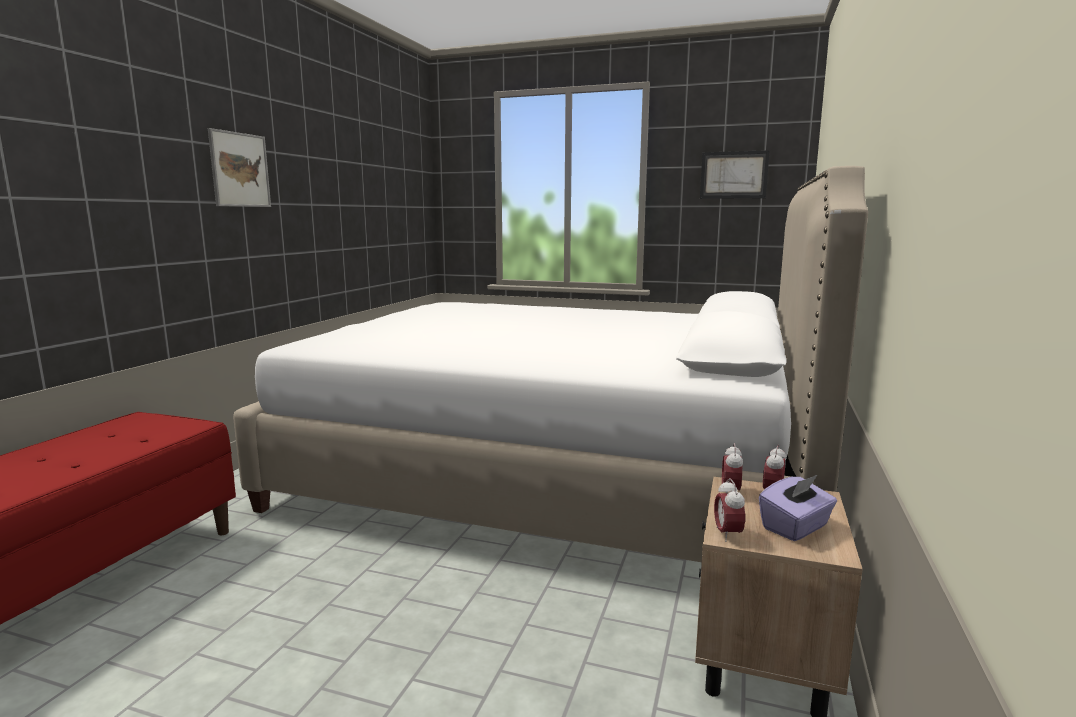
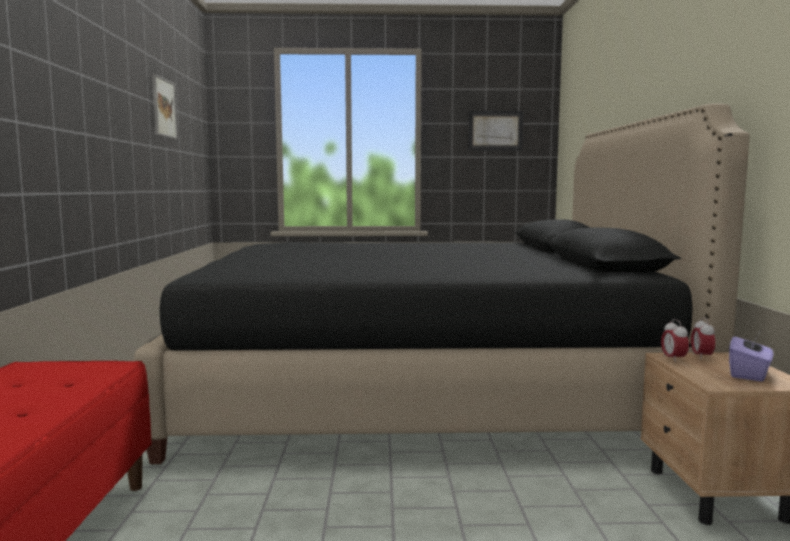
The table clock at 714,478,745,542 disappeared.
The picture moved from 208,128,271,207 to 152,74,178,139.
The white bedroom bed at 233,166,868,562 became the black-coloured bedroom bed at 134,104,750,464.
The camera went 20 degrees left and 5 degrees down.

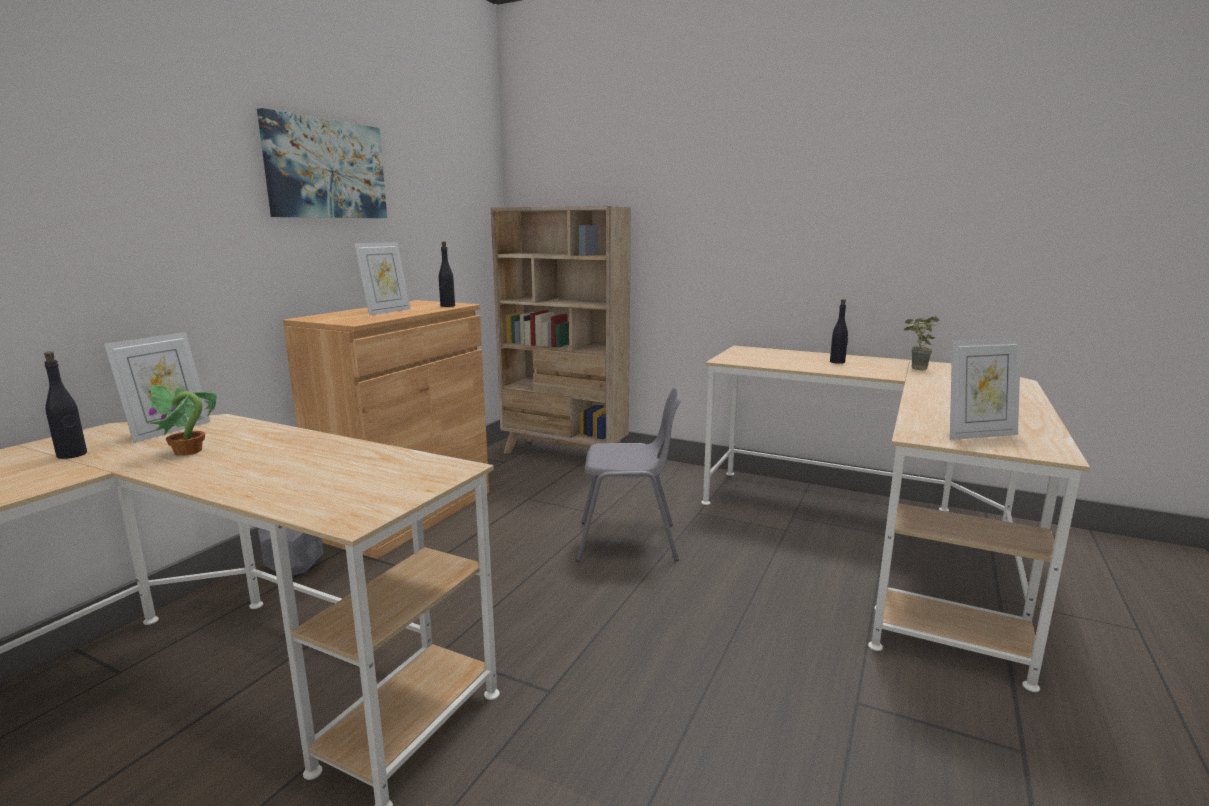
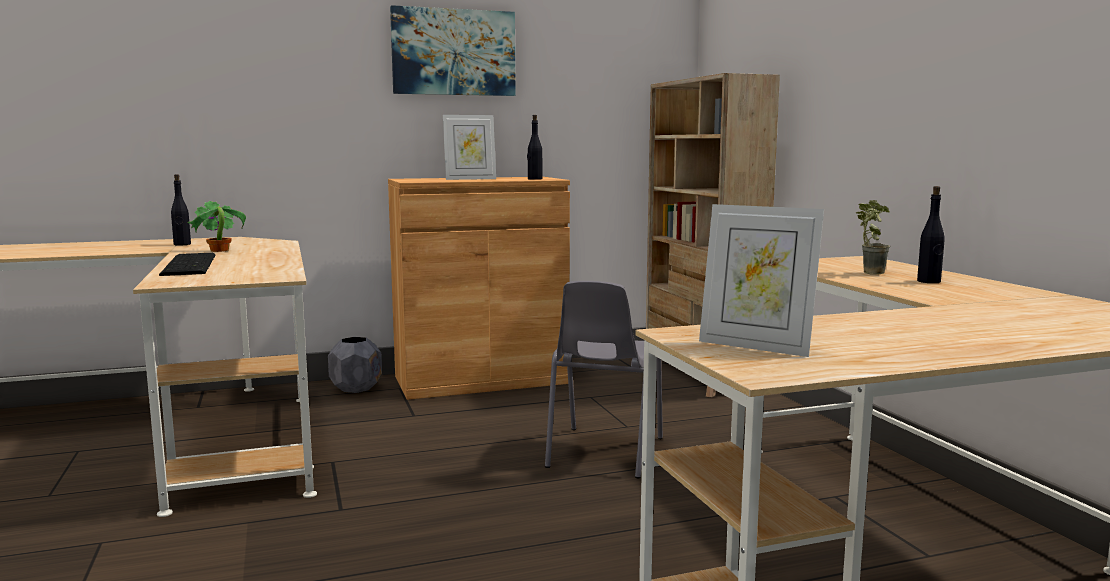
The standing frame at 104,332,210,443 disappeared.
The computer keyboard at 159,253,215,276 appeared.
The plant in a pot moved from 904,316,939,370 to 856,200,890,275.
The gray upright chair at 576,387,681,562 turned 60 degrees clockwise.
The camera went 45 degrees right and 5 degrees down.

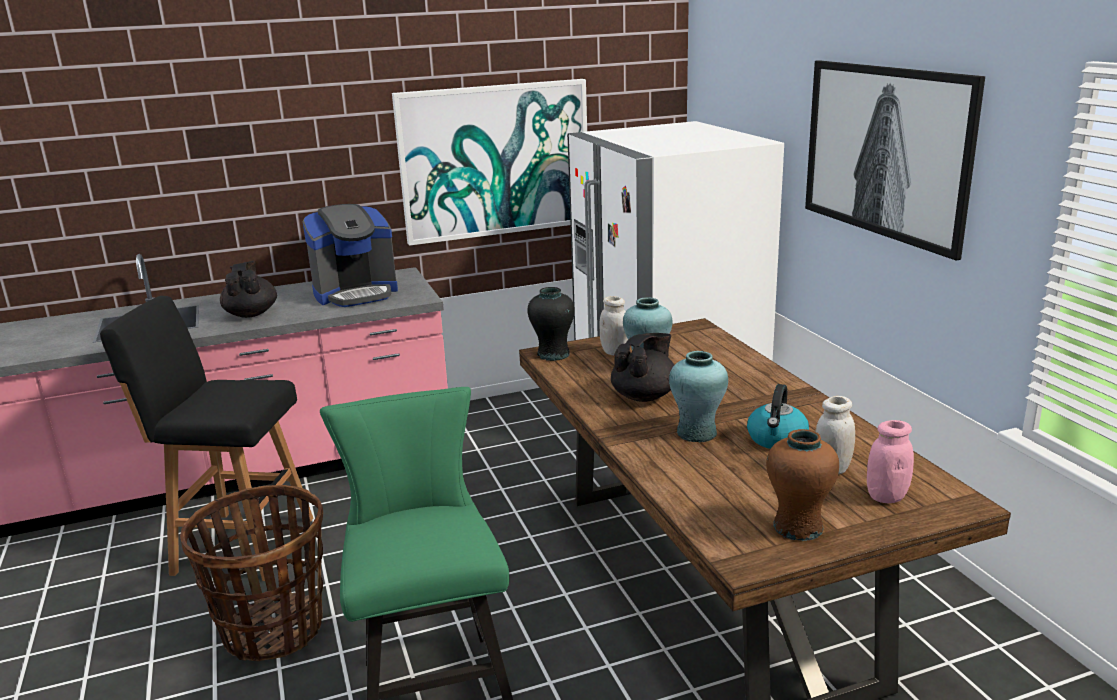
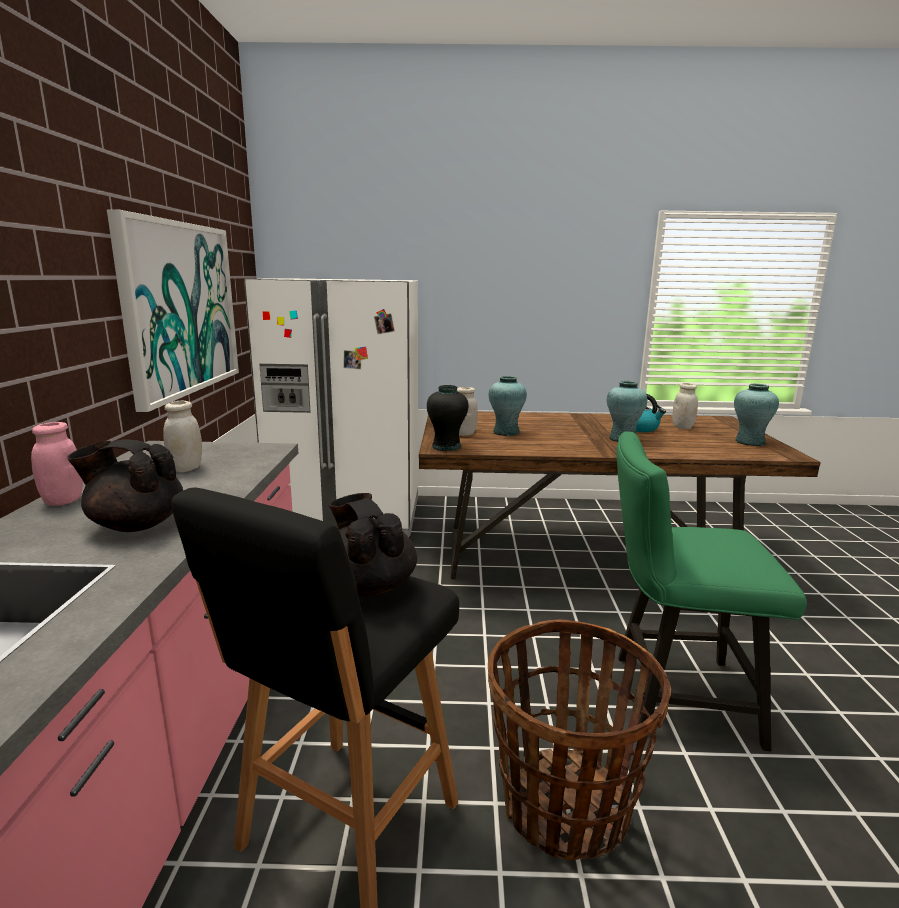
The picture at 805,60,985,261 disappeared.
The black-coloured pot for tea moved from 611,333,674,402 to 329,493,417,597.
The pinkish storage jar moved from 867,420,914,503 to 31,422,83,506.
The coffee maker at 302,204,398,307 was replaced by the white storage jar at 163,400,202,472.
The brown-coloured flower vase at 766,429,839,541 became the turquoise-coloured flower vase at 734,384,779,446.
The camera went 70 degrees left and 5 degrees down.

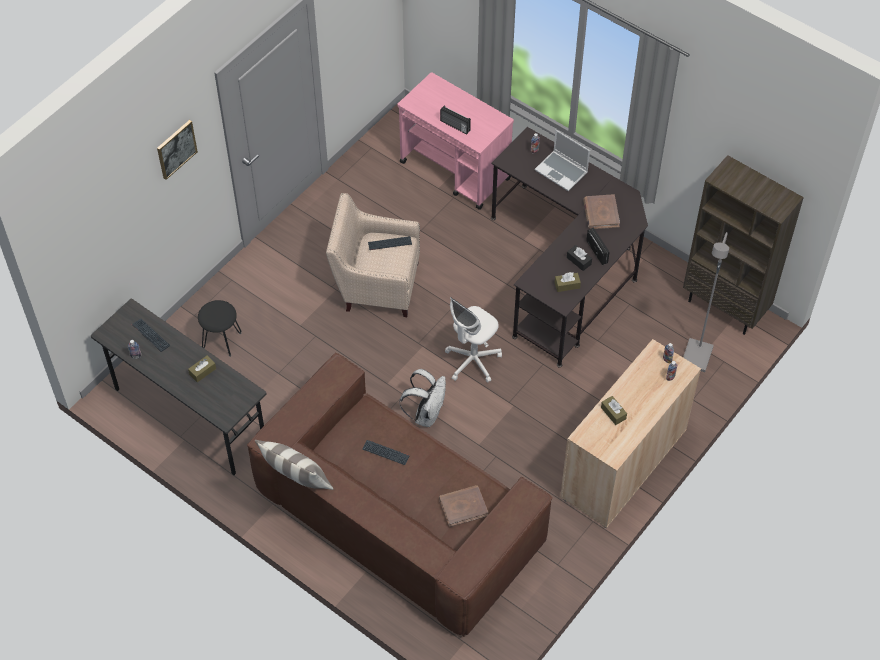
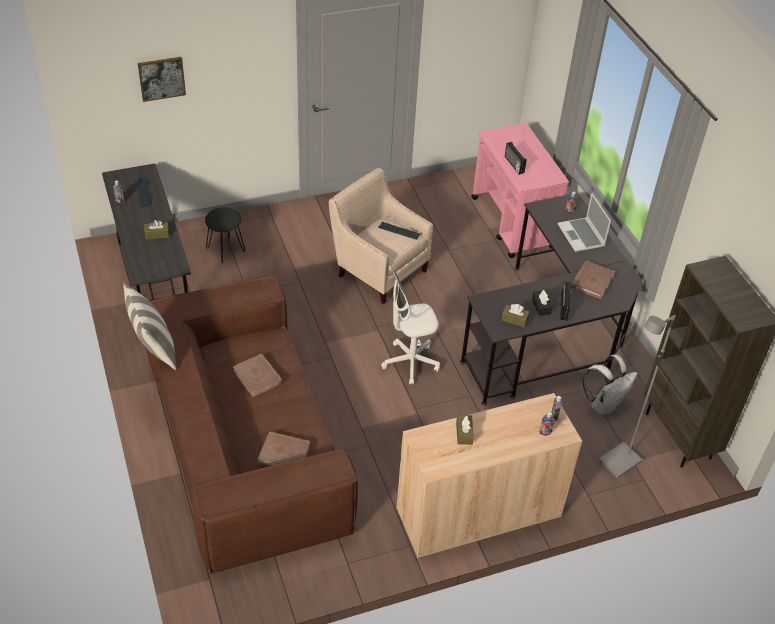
The picture moved from 157,120,198,180 to 138,57,186,102.
The white backpack moved from 399,369,446,427 to 583,355,638,416.
The computer keyboard at 362,440,410,465 was replaced by the brown-coloured book at 233,354,282,397.
The camera went 30 degrees right and 10 degrees down.

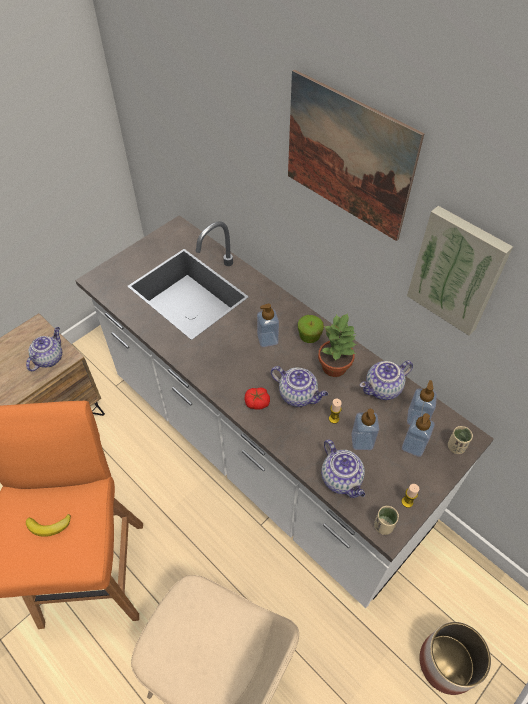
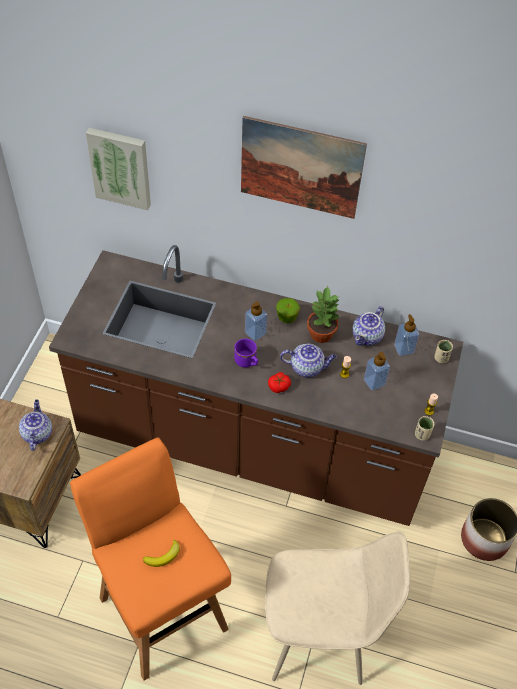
The pot for tea at 321,439,365,498 disappeared.
The soap bottle at 402,413,435,457 disappeared.
The purple coffee mug at 234,339,258,368 appeared.
The picture moved from 407,206,513,336 to 86,128,151,210.
The white counter at 75,215,494,608 became the brown-coloured counter at 49,245,463,526.
The camera went 30 degrees left and 0 degrees up.

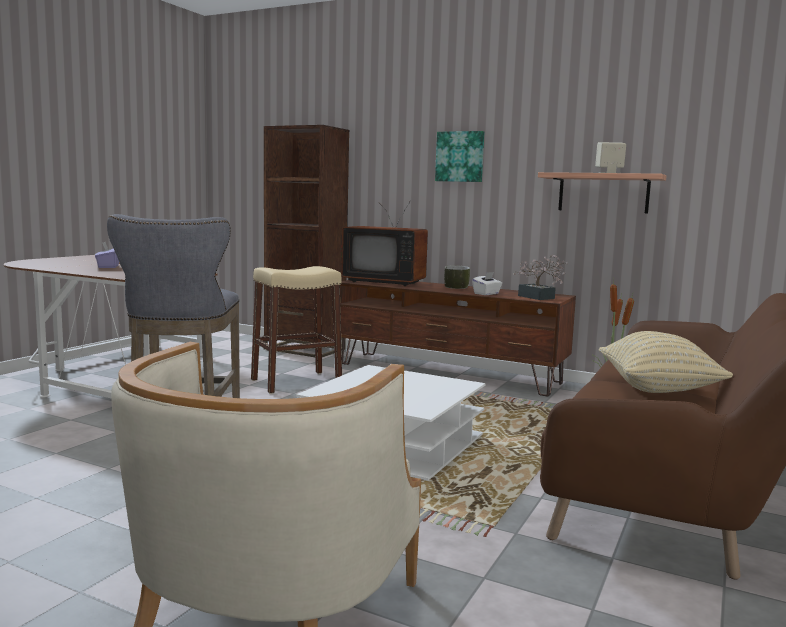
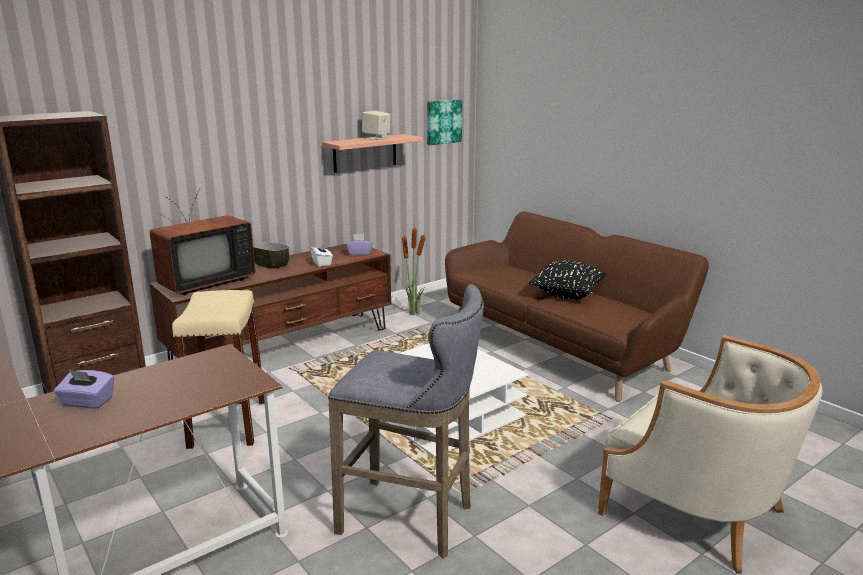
The picture moved from 435,131,484,182 to 427,100,462,145.
The plant in a pot at 513,255,568,300 was replaced by the purple tissue box at 346,234,372,256.
The sand-coloured cushion at 599,331,733,393 became the black-coloured cushion at 529,260,606,300.
The camera went 65 degrees left and 10 degrees up.

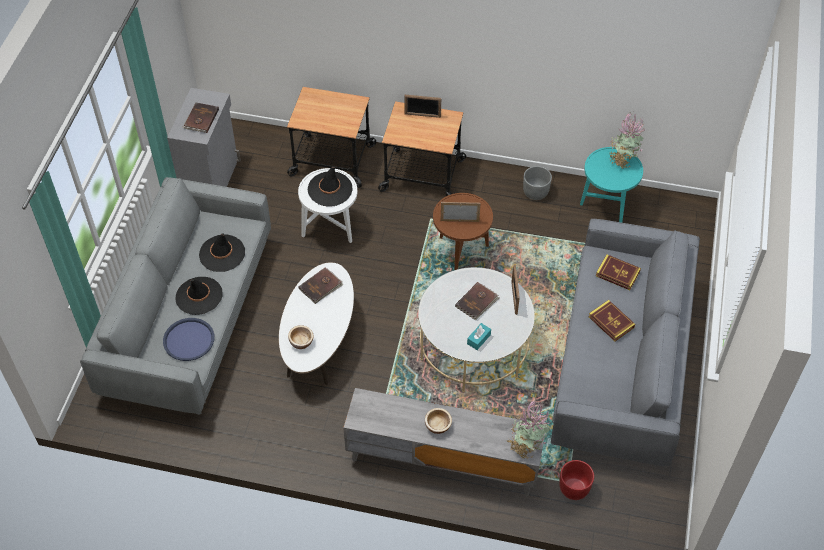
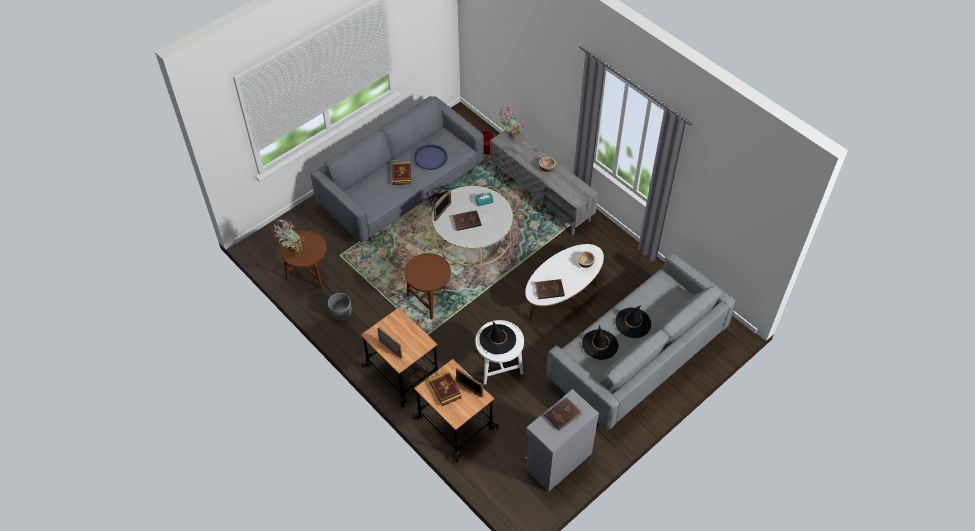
The blue-coloured serving tray moved from 163,318,215,361 to 414,145,448,170.
The standing frame moved from 441,202,480,222 to 456,368,483,398.
The book moved from 596,254,641,290 to 429,372,462,406.
The turquoise-coloured end table at 580,147,643,223 became the brown-coloured end table at 280,230,327,289.
The camera went 145 degrees left and 0 degrees up.

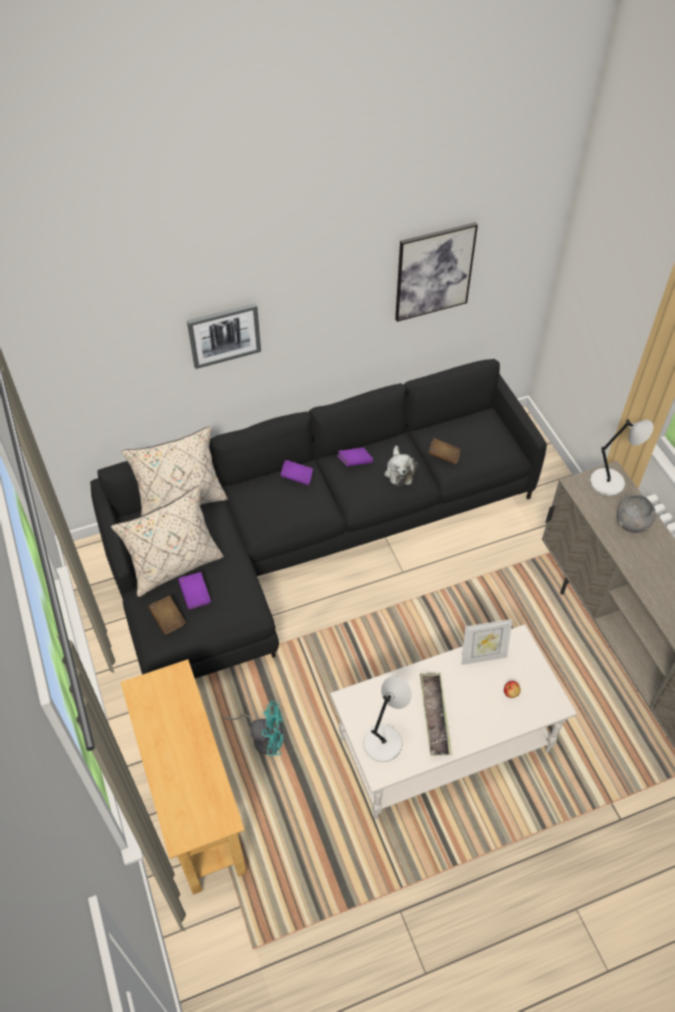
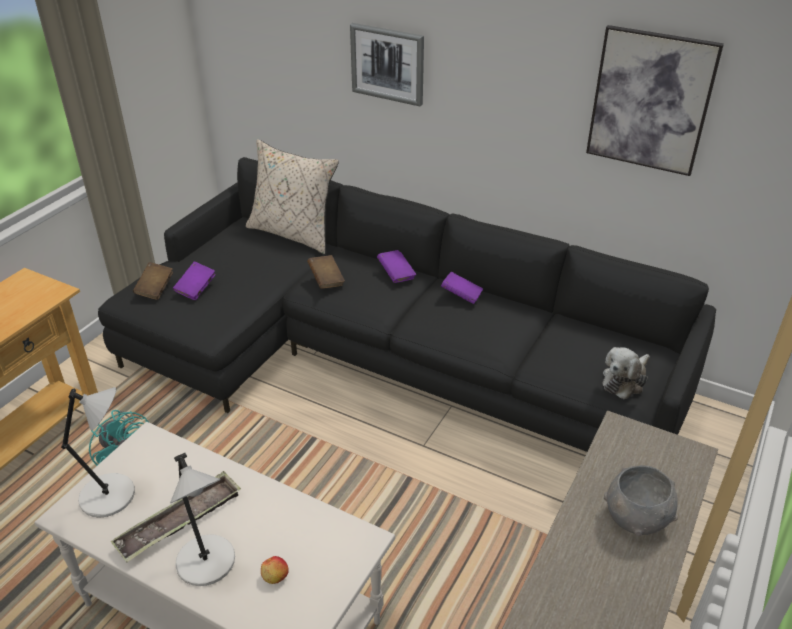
The sand-coloured cushion at 111,485,224,597 disappeared.
The standing frame at 462,619,513,665 disappeared.
The plush toy moved from 384,446,419,486 to 602,347,650,399.
The brown-coloured book moved from 429,438,460,465 to 307,255,345,289.
The gray table lamp moved from 590,419,653,496 to 170,453,235,586.
The camera went 50 degrees right and 15 degrees down.

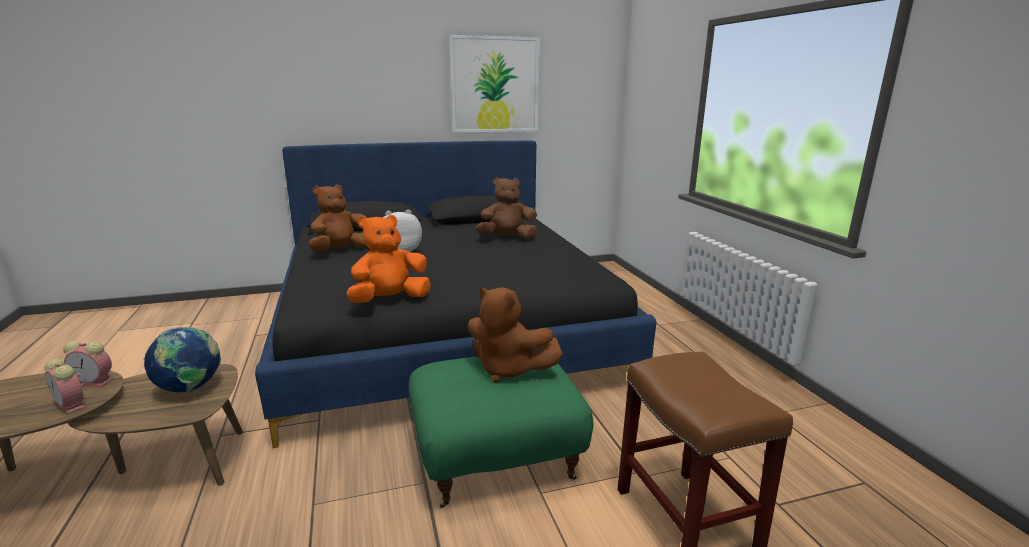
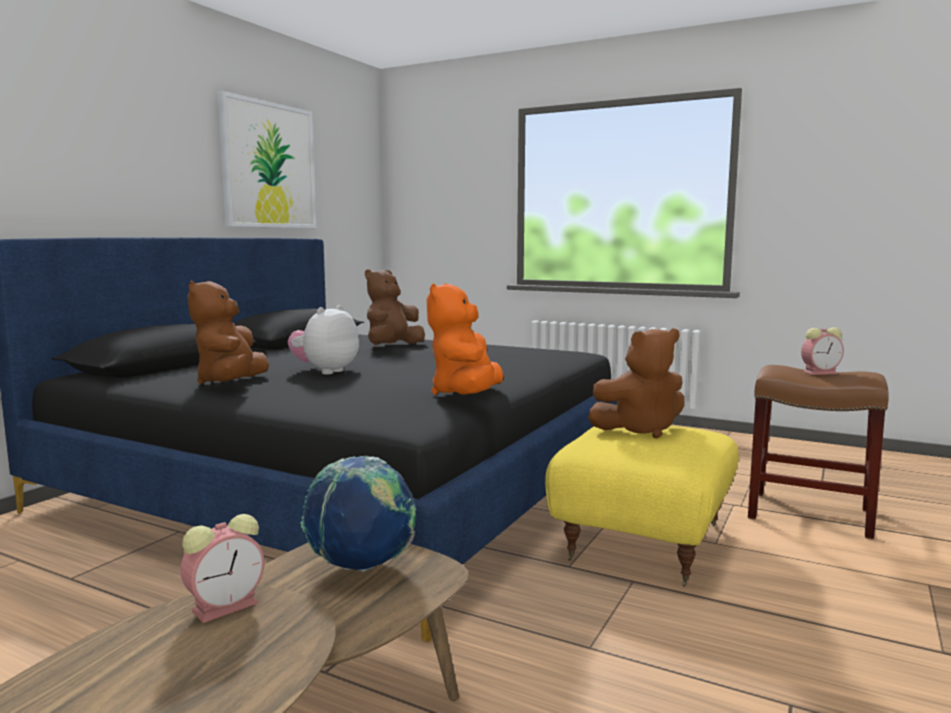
The table clock moved from 44,359,86,414 to 801,327,844,375.
The green-coloured footrest at 409,356,593,508 became the yellow footrest at 545,425,739,587.
The camera went 45 degrees left and 10 degrees down.

